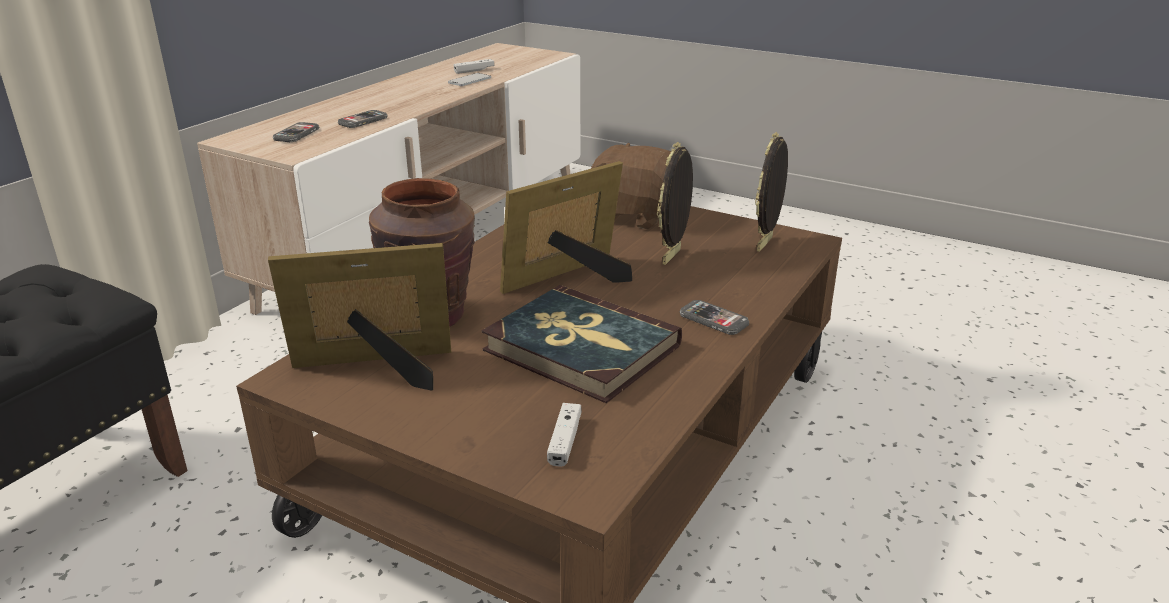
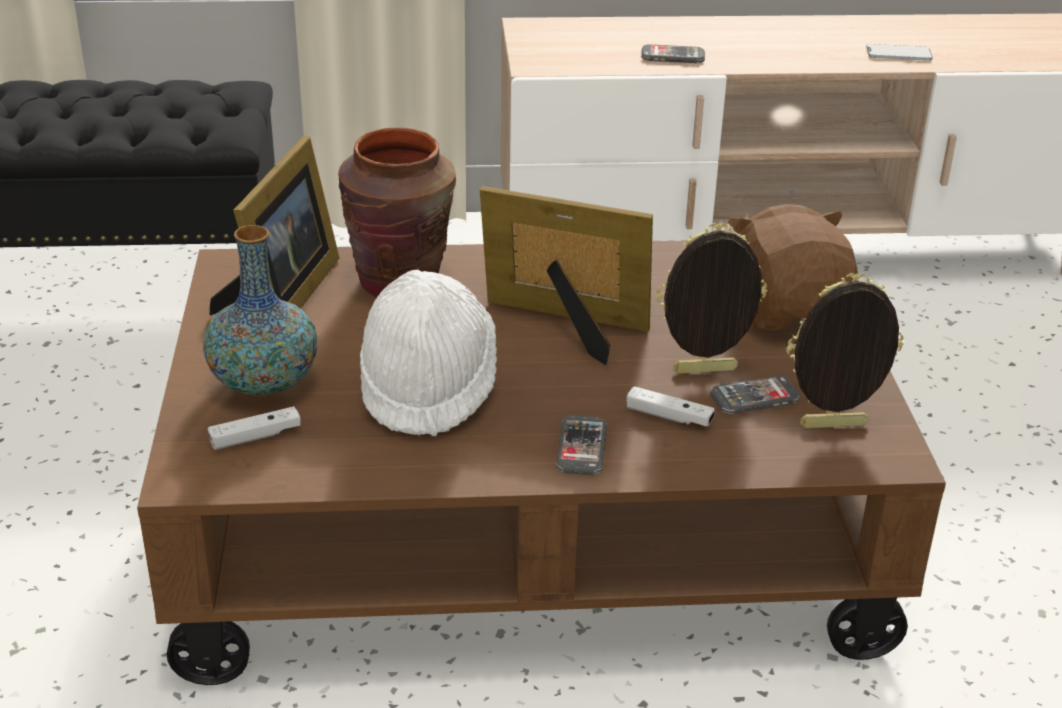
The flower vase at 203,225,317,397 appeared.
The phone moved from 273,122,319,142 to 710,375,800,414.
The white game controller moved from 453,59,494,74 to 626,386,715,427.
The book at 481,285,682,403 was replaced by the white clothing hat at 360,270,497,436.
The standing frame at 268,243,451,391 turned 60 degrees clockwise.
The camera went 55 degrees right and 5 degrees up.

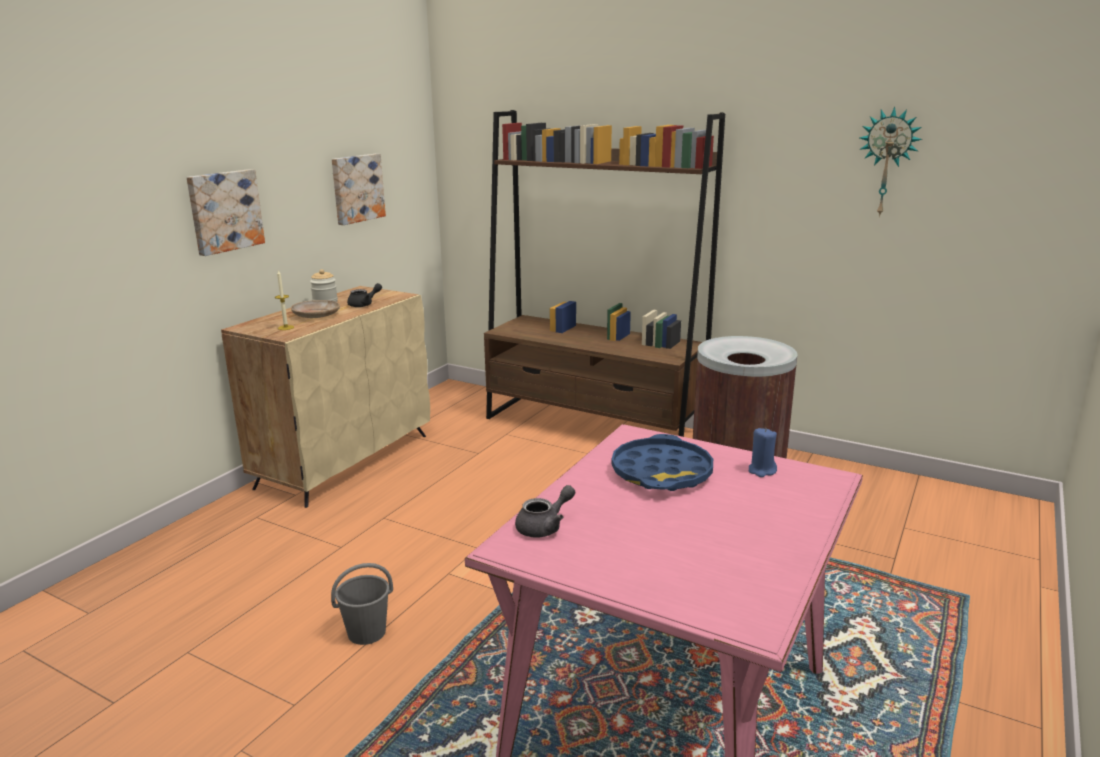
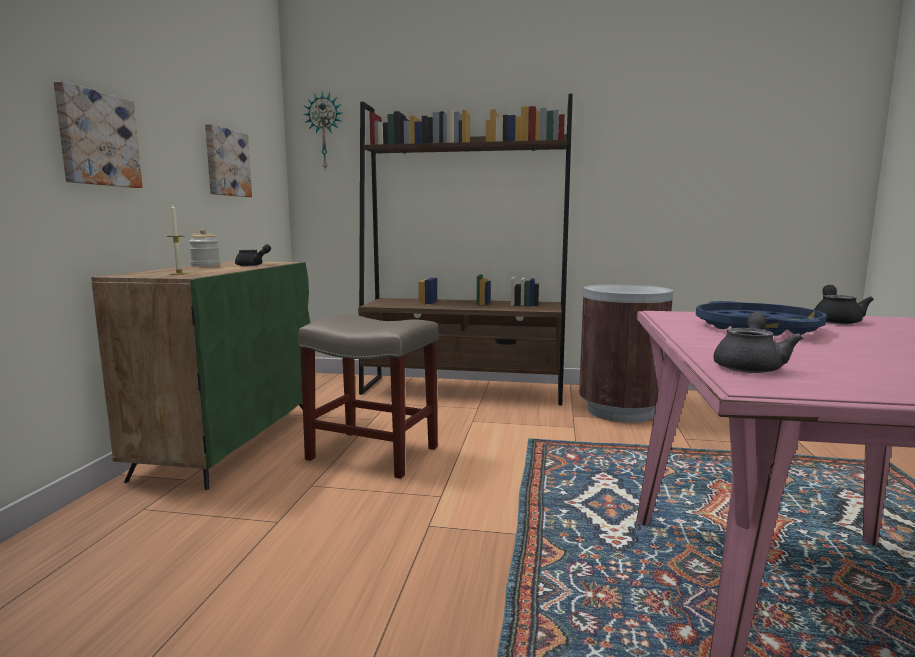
The sand-coloured dinner plate at 291,300,340,318 disappeared.
The gray pail at 331,563,393,645 disappeared.
The sand-coloured sitting stool at 298,314,438,479 appeared.
The clock on the wall moved from 860,107,922,217 to 304,91,342,171.
The blue-coloured wax candle at 749,428,777,477 was replaced by the black-coloured pot for tea at 814,285,874,324.
The sand-coloured cupboard at 221,286,430,508 became the green-coloured cupboard at 91,261,310,490.
The camera went 20 degrees left and 10 degrees down.

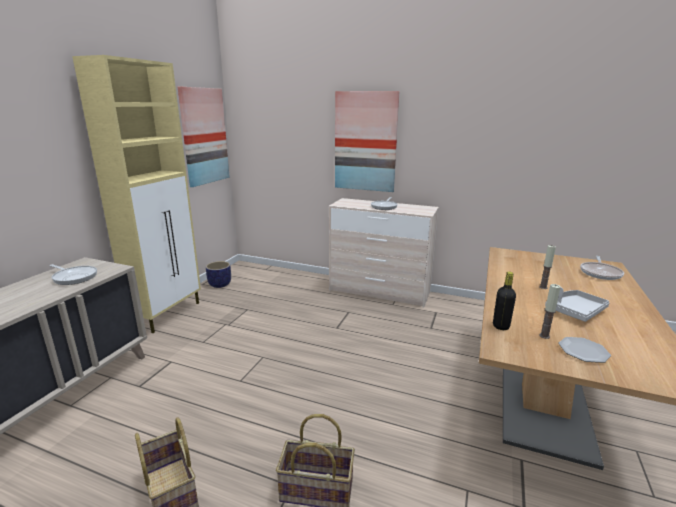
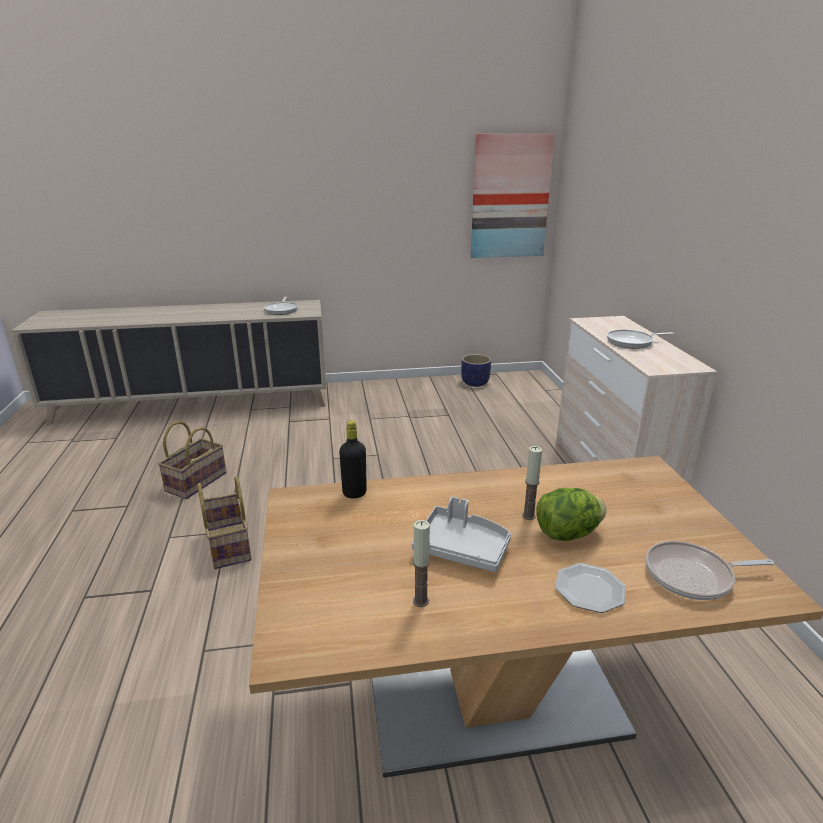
The sand-coloured cupboard at 72,55,201,333 disappeared.
The picture at 335,91,400,192 disappeared.
The lettuce head at 536,488,607,541 appeared.
The wax candle moved from 539,284,561,339 to 413,520,430,607.
The dinner plate moved from 559,337,611,363 to 555,563,626,613.
The camera went 60 degrees right and 5 degrees up.

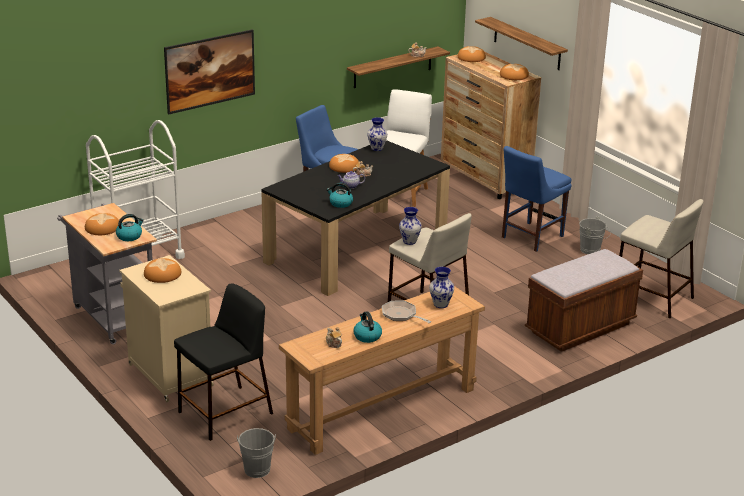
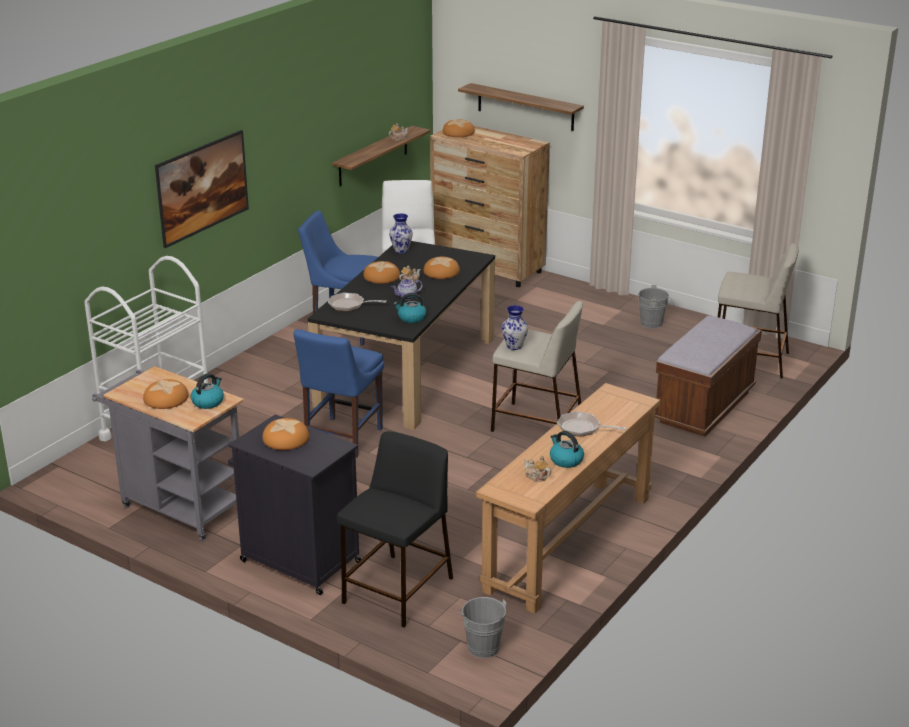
The flower vase at 429,267,454,308 disappeared.
The frying pan at 328,292,387,311 appeared.
The bread moved from 500,64,529,80 to 423,256,460,279.
The blue-coloured upright chair moved from 502,146,571,252 to 294,329,384,458.
The sand-coloured cupboard at 119,255,214,402 became the black-coloured cupboard at 228,414,361,595.
The camera went 20 degrees left and 0 degrees up.

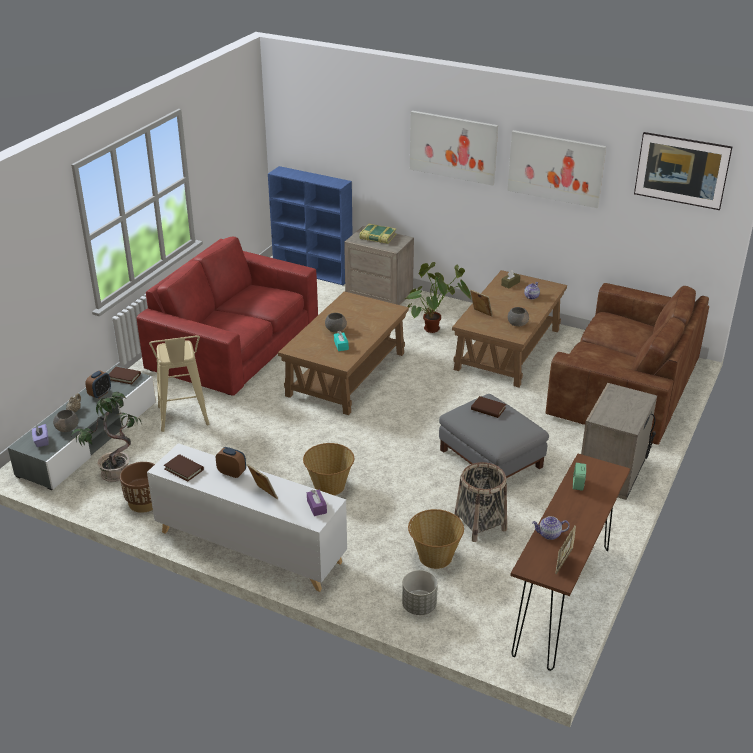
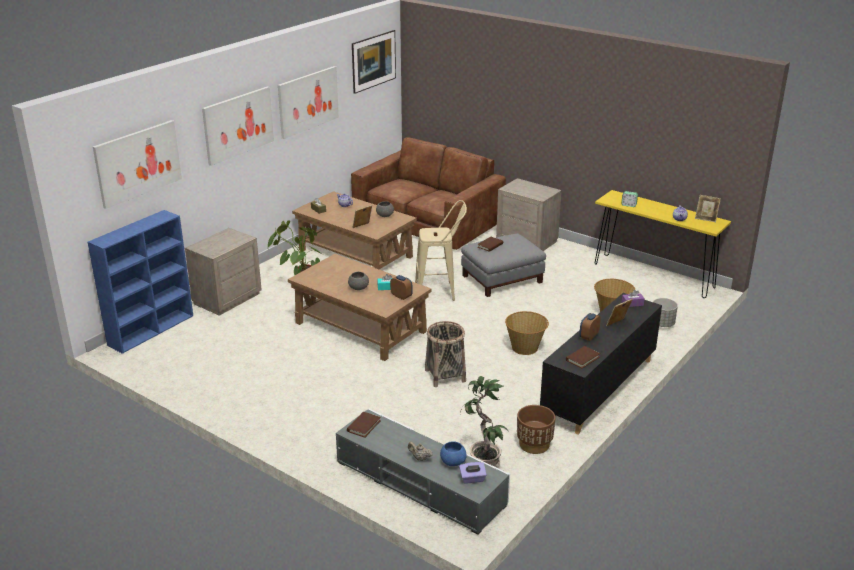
The red couch at 137,237,318,396 disappeared.
The book at 359,224,397,244 disappeared.
The picture at 93,120,182,209 appeared.
The table clock moved from 85,371,111,399 to 390,275,413,300.
The sand-coloured sitting stool moved from 149,335,209,432 to 415,200,467,301.
The storage basket moved from 454,462,507,542 to 425,321,466,387.
The gray deep dish at 53,410,79,432 became the blue-coloured deep dish at 440,441,467,466.
The white cupboard at 147,443,347,592 became the black-coloured cupboard at 540,293,662,435.
The brown-coloured console table at 510,454,630,671 became the yellow console table at 595,190,731,298.
The camera went 80 degrees left and 5 degrees down.

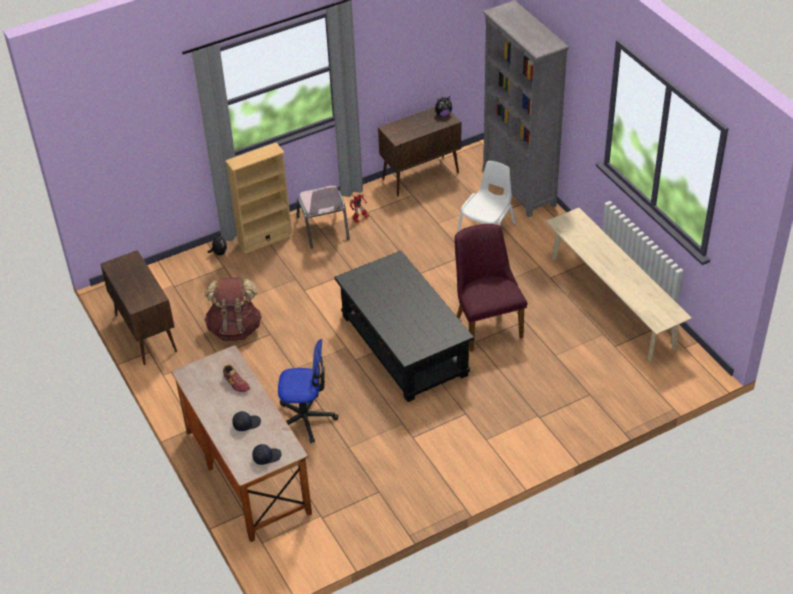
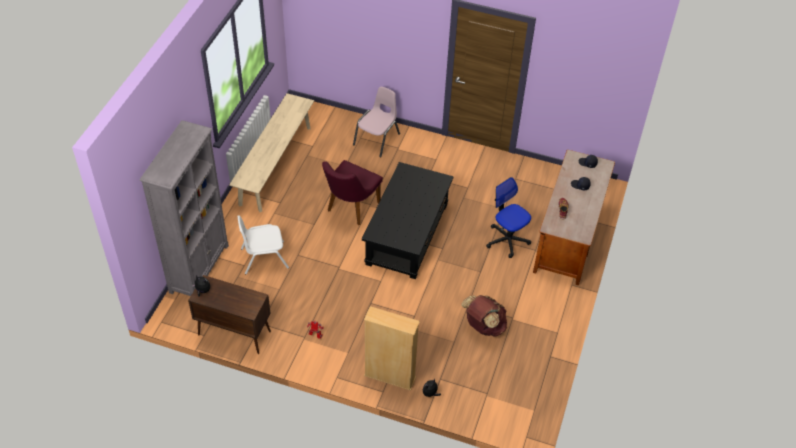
The brown-coloured cupboard at 100,250,177,365 disappeared.
The pinkish upright chair moved from 297,186,350,249 to 353,87,400,157.
The camera went 135 degrees left and 5 degrees up.

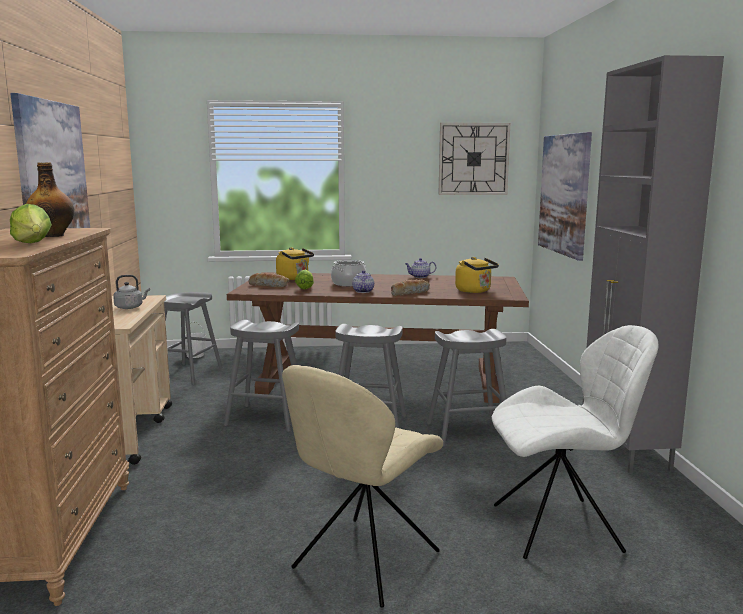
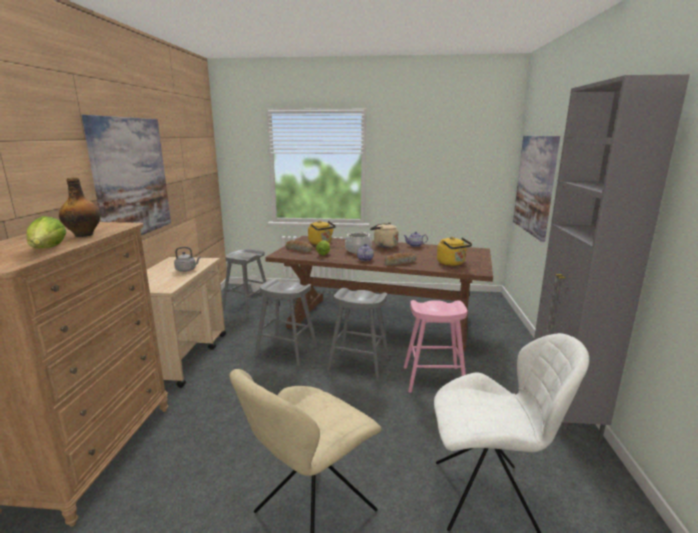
The clock on the wall at 438,123,510,195 disappeared.
The sand-coloured kettle at 370,223,398,248 appeared.
The gray sitting stool at 427,329,506,446 became the pinkish sitting stool at 404,300,467,393.
The camera went 10 degrees right and 5 degrees up.

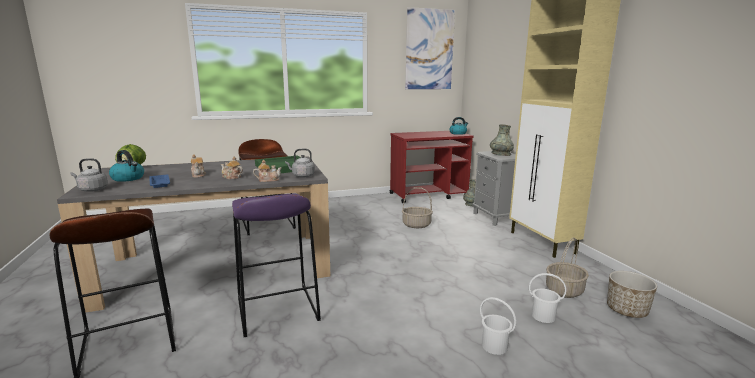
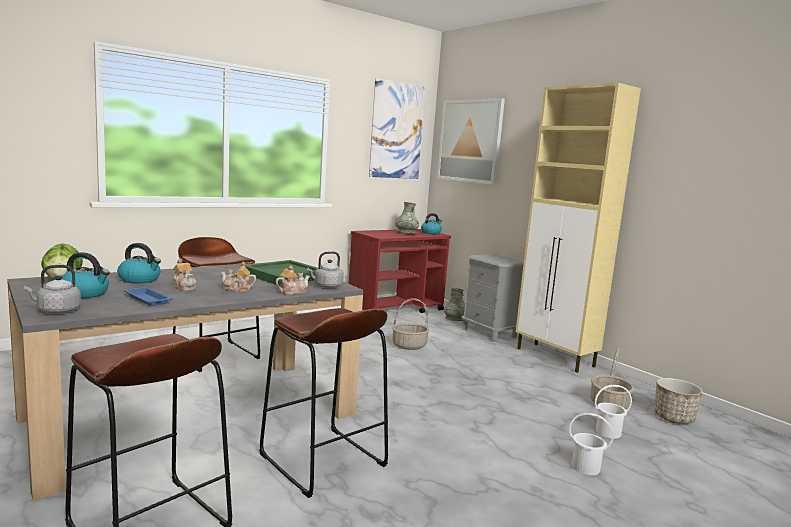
The kettle at 117,243,161,283 appeared.
The picture at 437,98,505,185 appeared.
The gray flower vase moved from 490,124,514,156 to 395,202,419,234.
The purple sitting stool at 232,194,321,337 became the brown-coloured sitting stool at 259,308,388,498.
The camera went 20 degrees left and 5 degrees down.

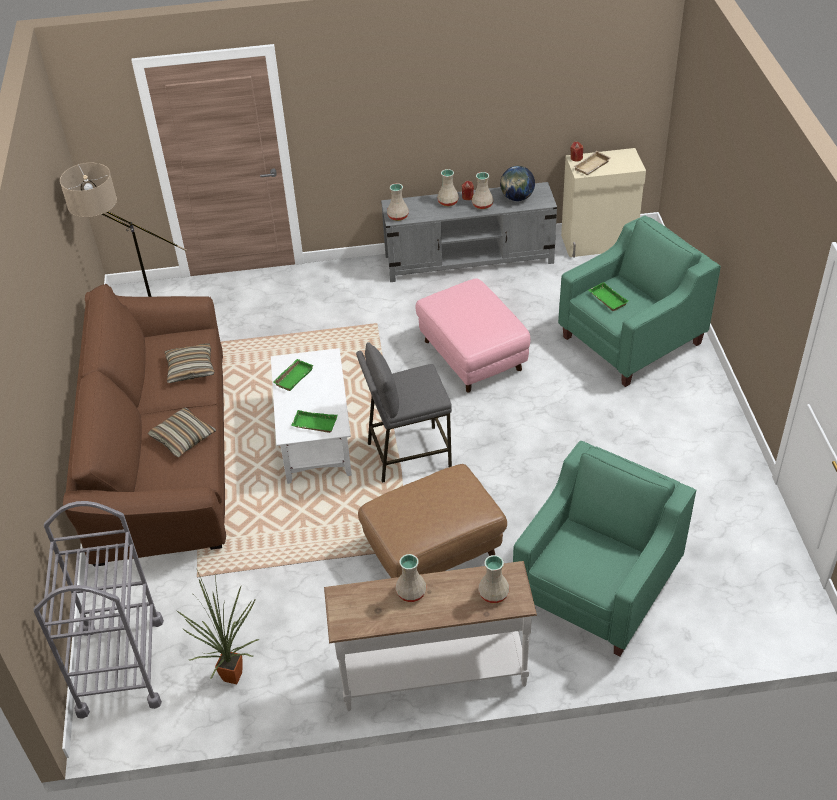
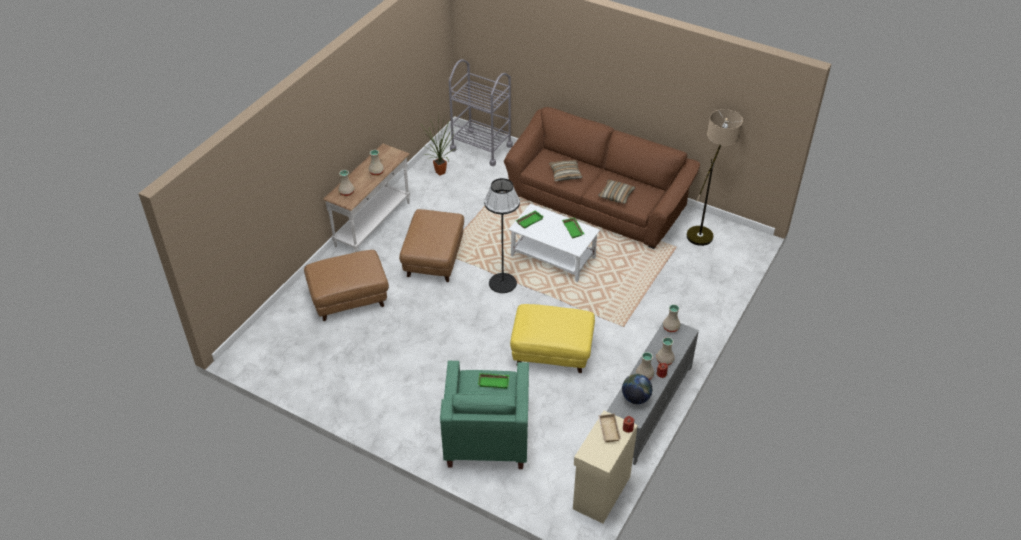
The gray sitting stool at 356,342,452,483 was replaced by the black-coloured standard lamp at 484,178,520,293.
The green-coloured armchair at 513,440,696,657 was replaced by the brown-coloured footrest at 304,250,389,321.
The pinkish footrest at 416,278,530,393 became the yellow footrest at 510,304,595,373.
The camera went 125 degrees right and 0 degrees up.

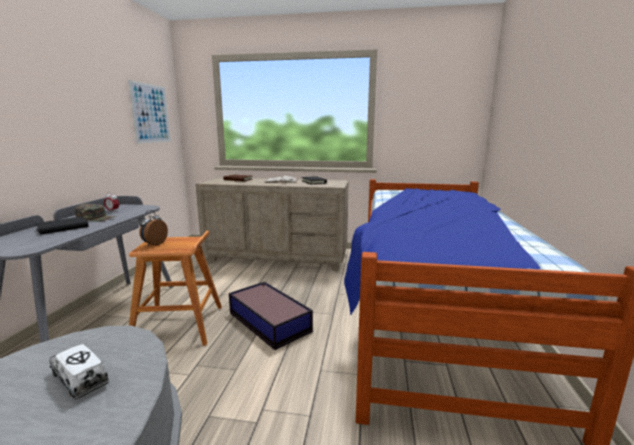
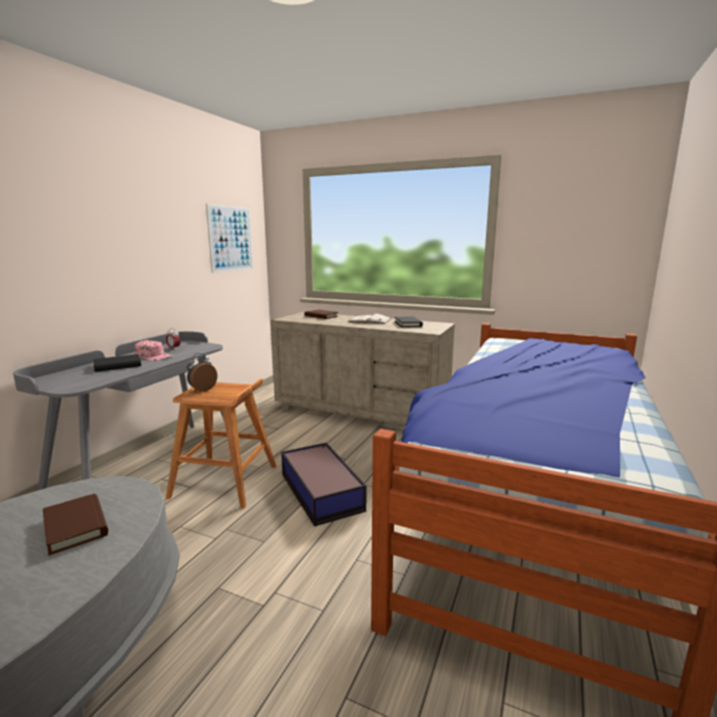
The toy lorry at 49,344,109,399 was replaced by the brown-coloured book at 43,494,108,555.
The green-coloured cap at 75,204,116,222 became the pinkish cap at 135,340,173,361.
The camera went 15 degrees right and 0 degrees up.

